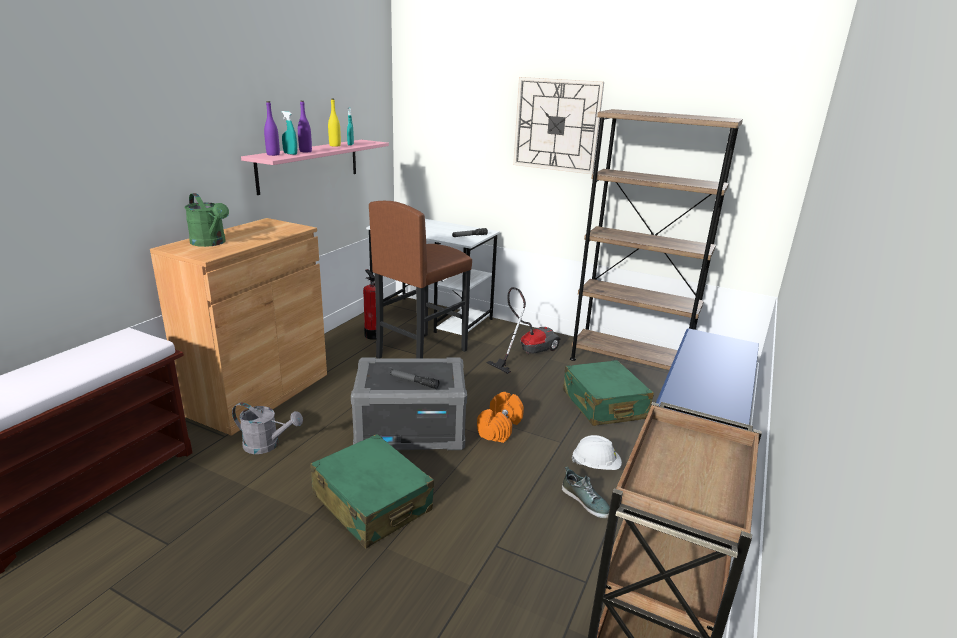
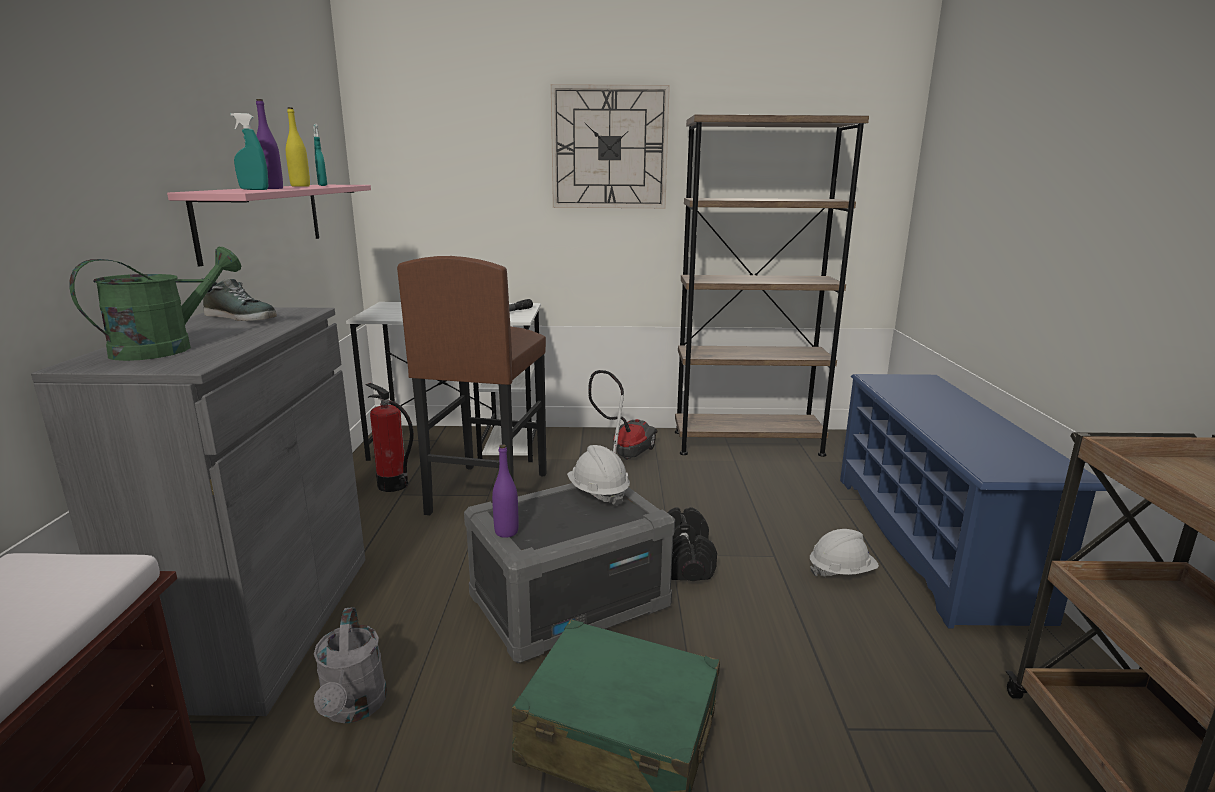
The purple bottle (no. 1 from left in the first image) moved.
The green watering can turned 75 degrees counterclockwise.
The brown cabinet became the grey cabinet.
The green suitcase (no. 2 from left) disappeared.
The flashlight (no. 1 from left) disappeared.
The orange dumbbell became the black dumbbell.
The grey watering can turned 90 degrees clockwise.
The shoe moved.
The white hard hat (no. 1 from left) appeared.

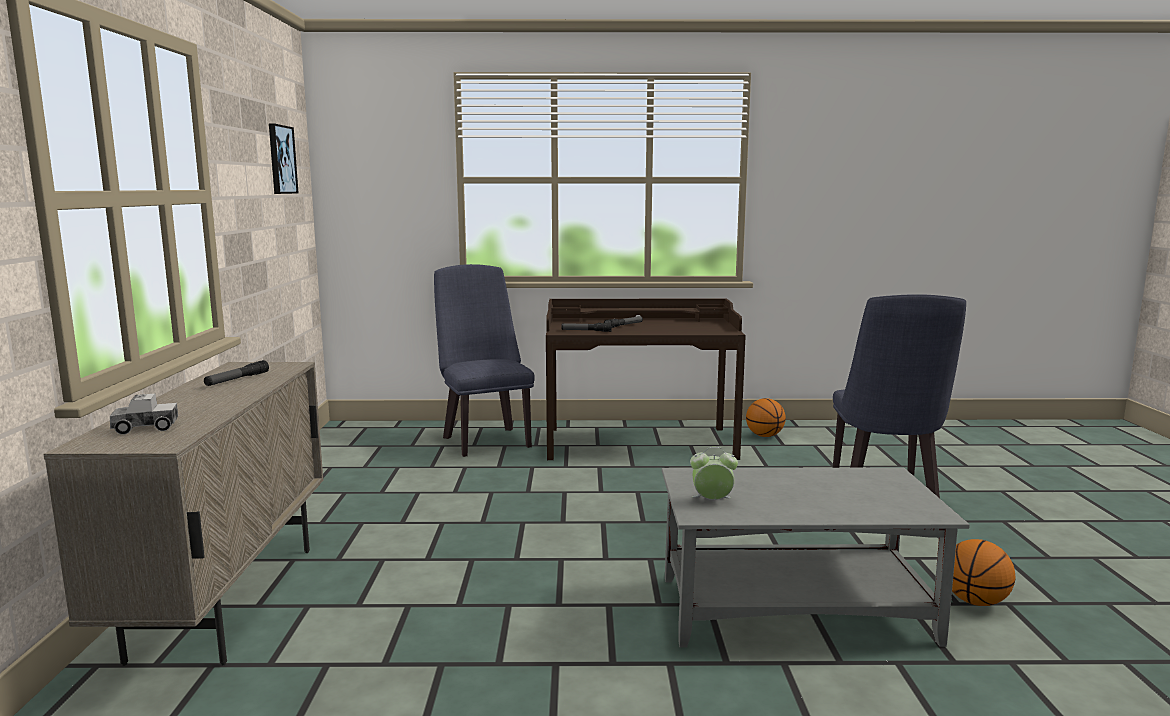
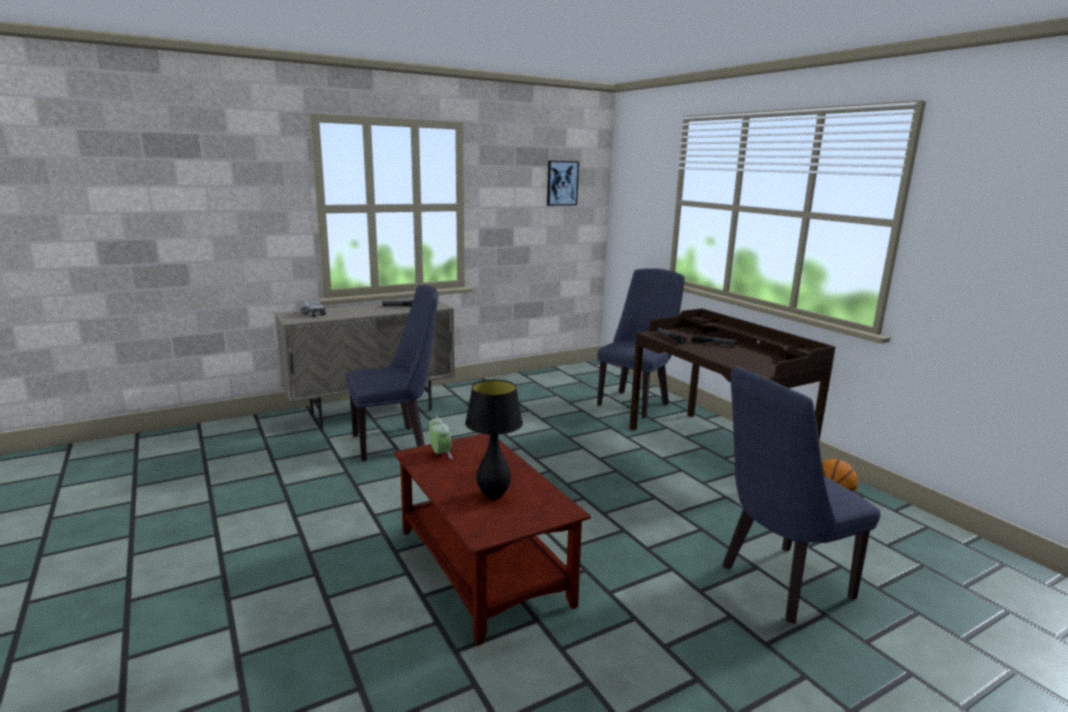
The grey coffee table became the brown coffee table.
The basketball (no. 2 from left) disappeared.
The blue chair (no. 1 from left) appeared.
The black table lamp appeared.

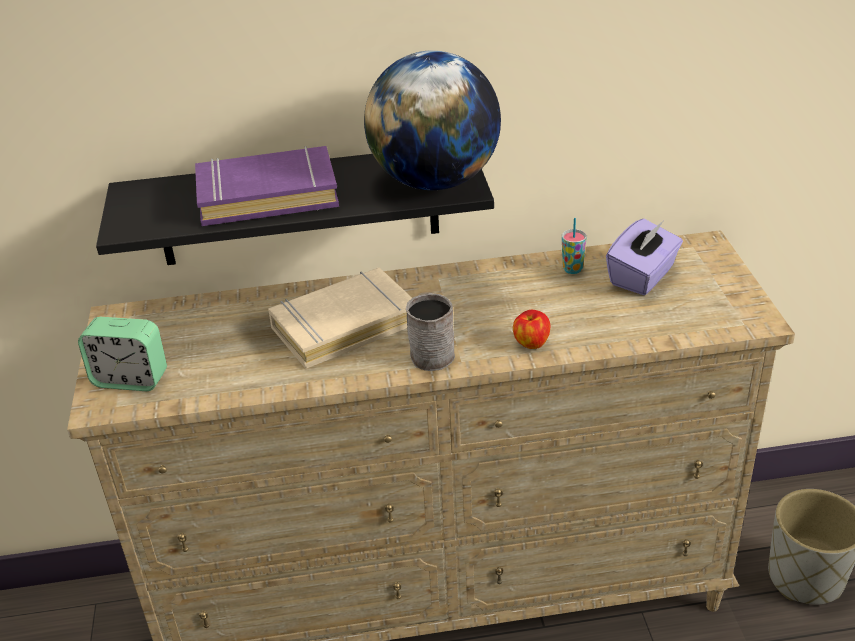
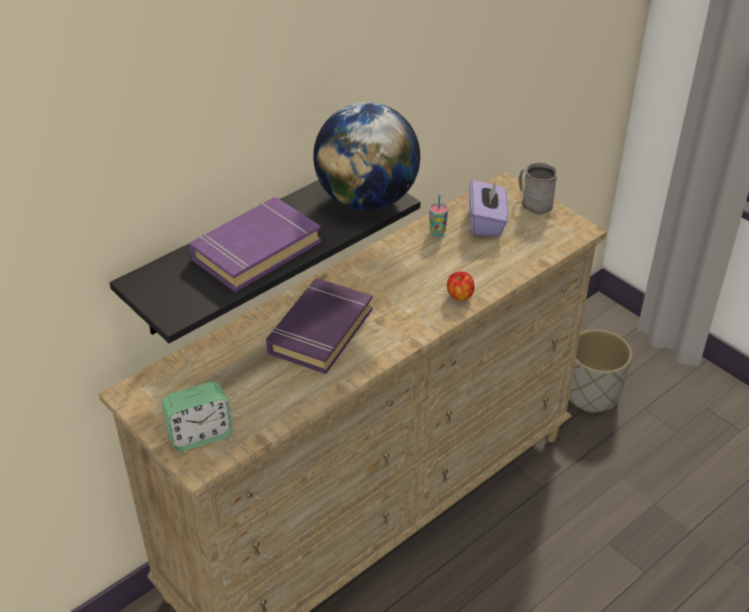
The beige book became the purple book (no. 2 from left).
The grey mug moved.

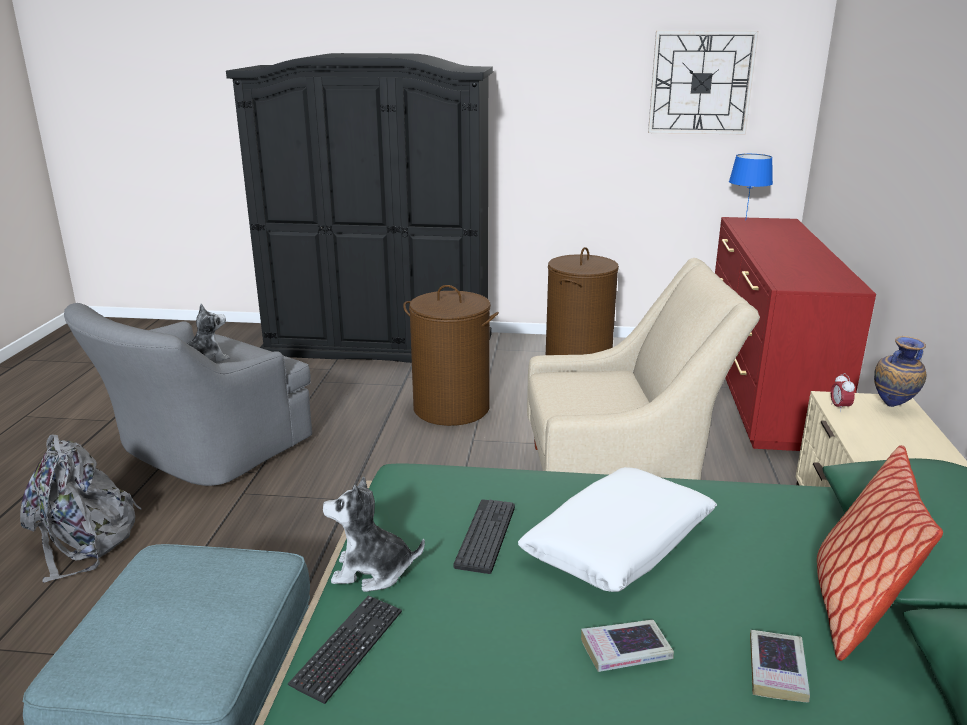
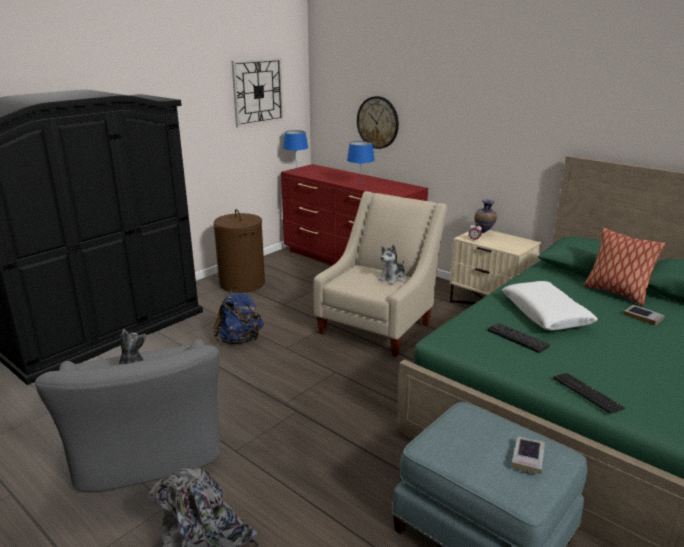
The brown laundry basket (no. 1 from left) was replaced by the blue backpack.
The plush toy (no. 2 from left) moved.
The book (no. 1 from left) moved.
The wall clock (no. 2 from left) appeared.
The blue table lamp (no. 2 from left) appeared.

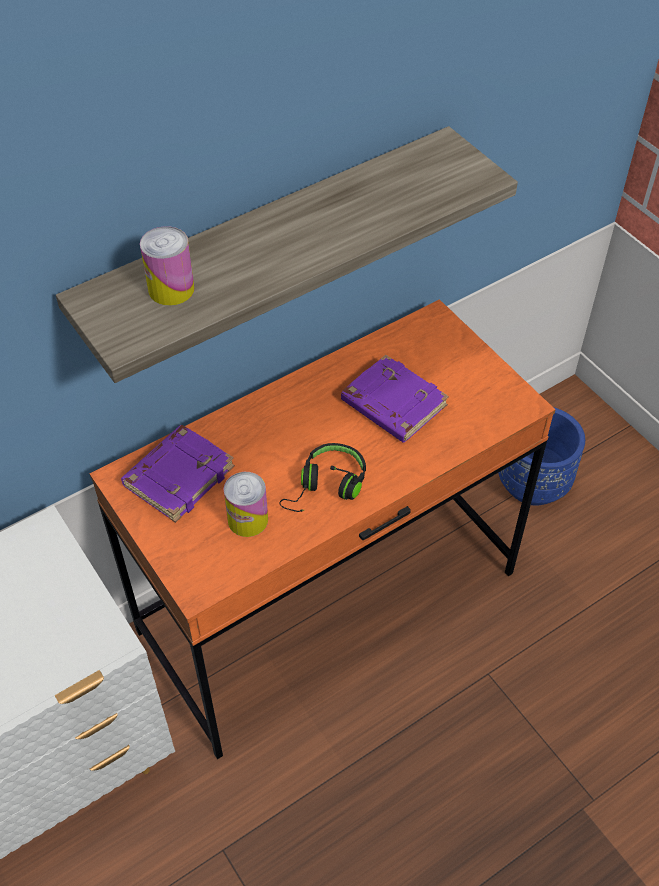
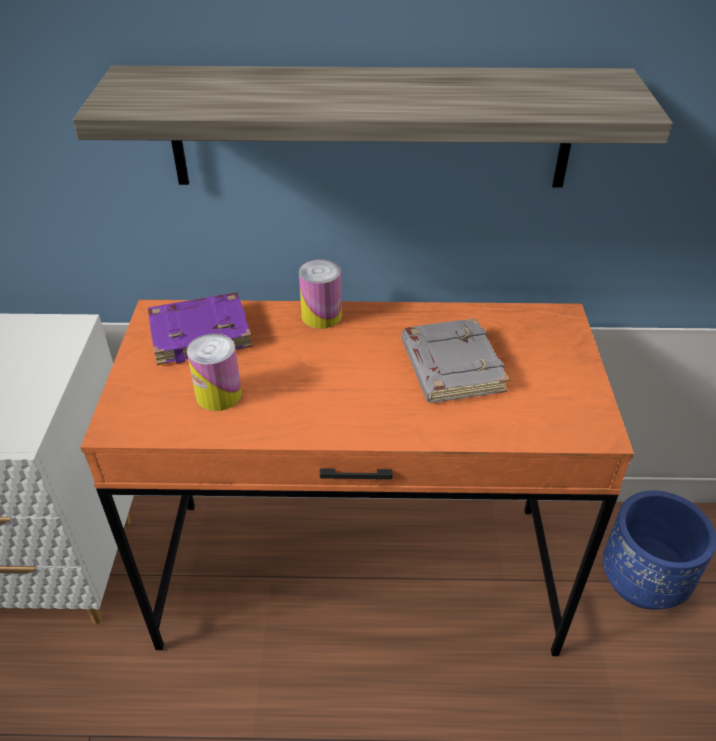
The can (no. 1 from left in the first image) moved.
The purple book (no. 2 from left) became the grey book.
The black headphones disappeared.

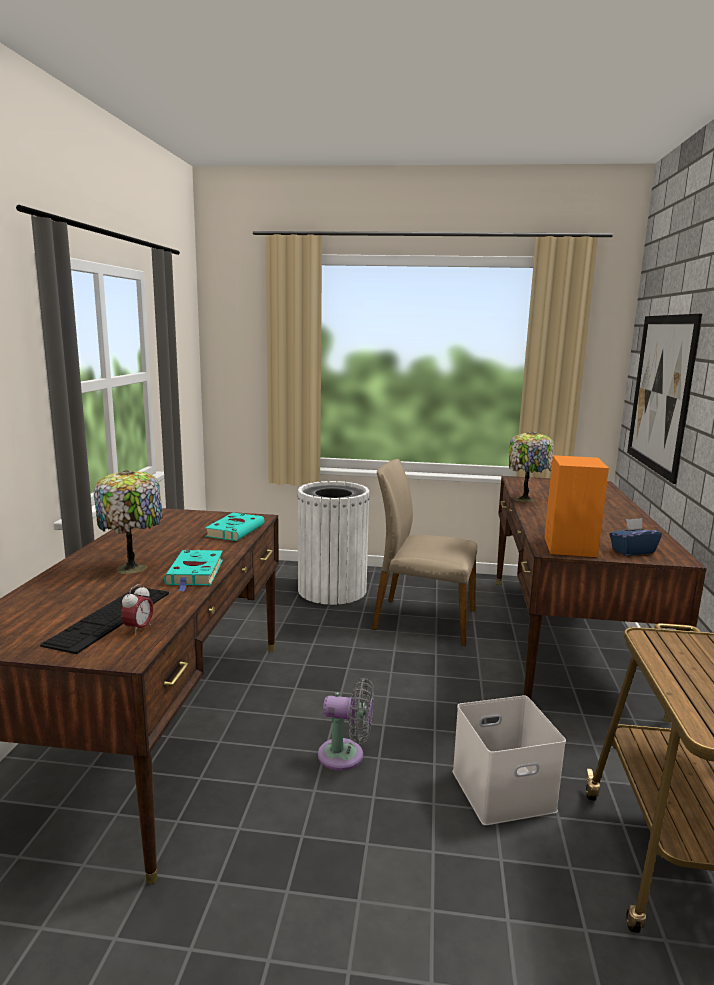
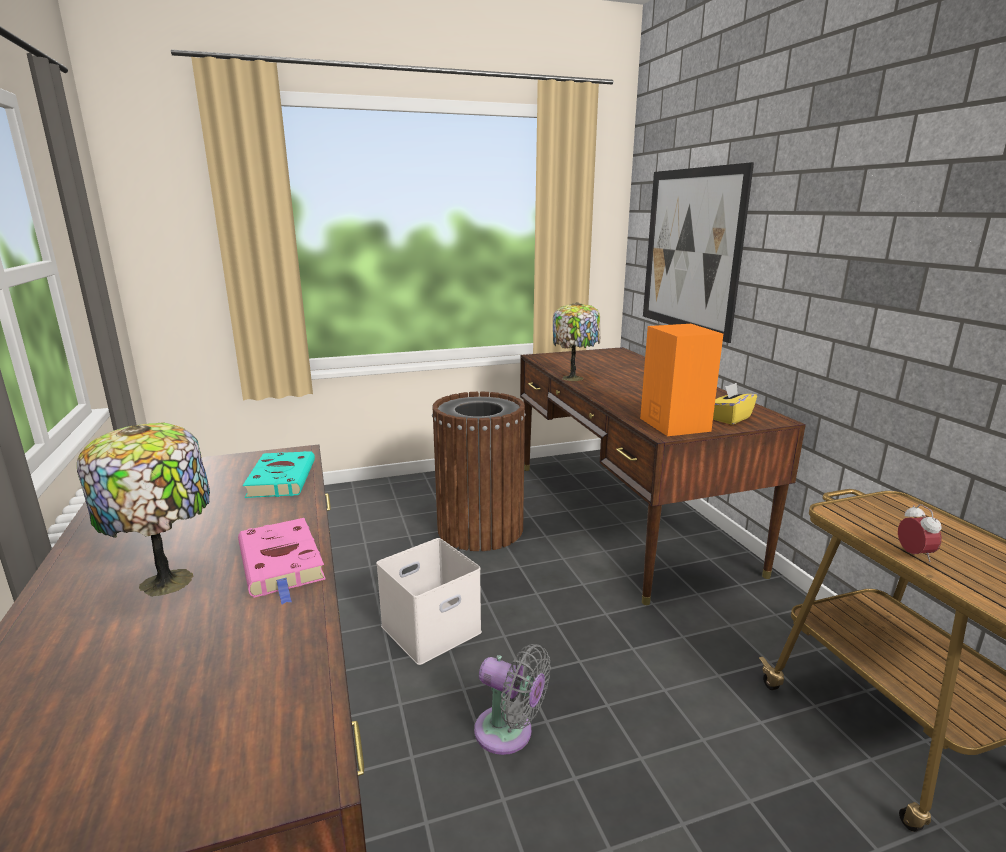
The beige chair was replaced by the brown trash can.
The white trash can disappeared.
The blue tissue box became the yellow tissue box.
The turquoise book (no. 1 from left) became the pink book.
The alarm clock moved.
The keyboard disappeared.
The grey fan turned 45 degrees clockwise.
The white storage box moved.

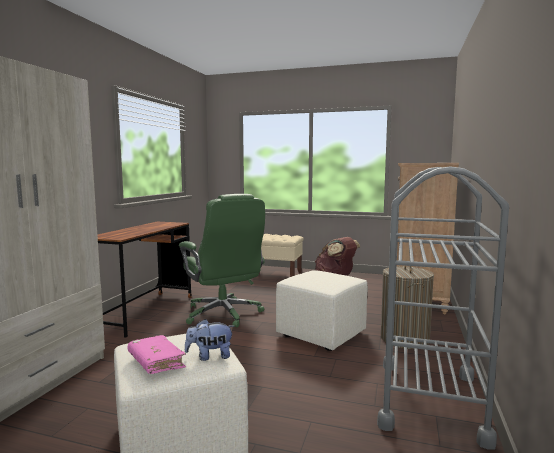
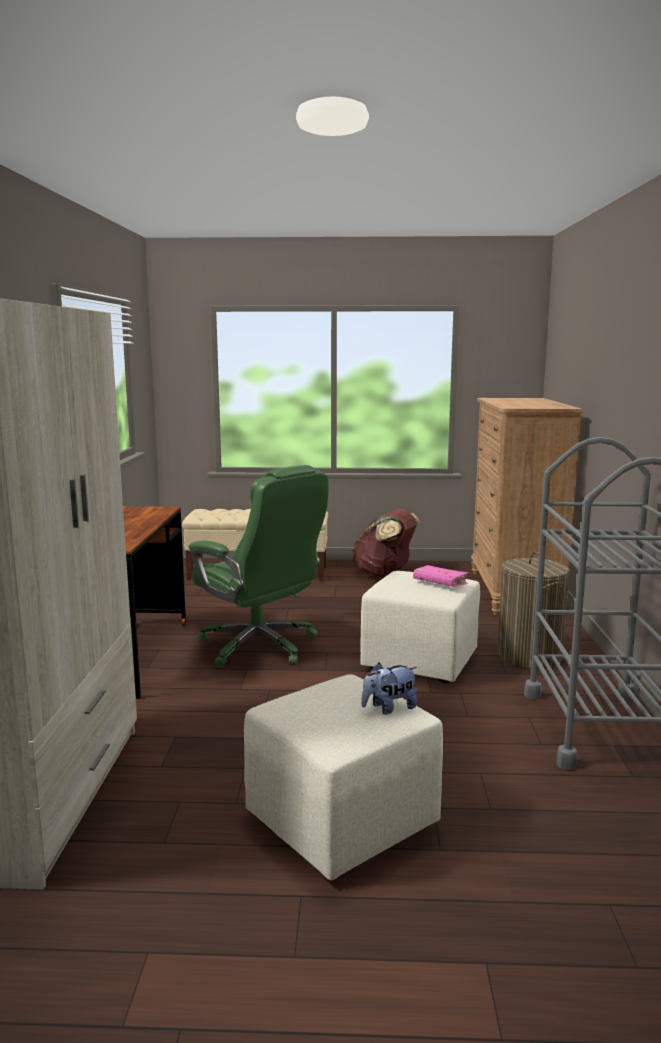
The pink book moved.

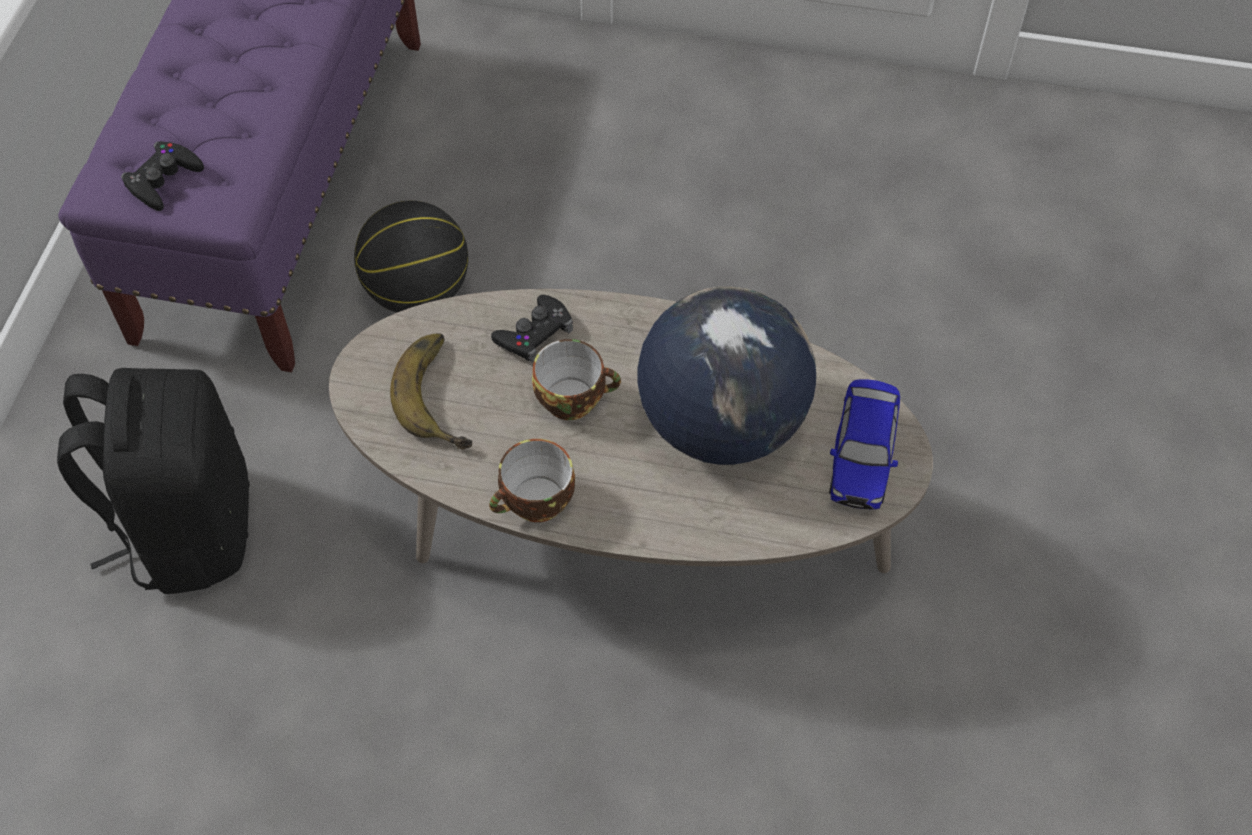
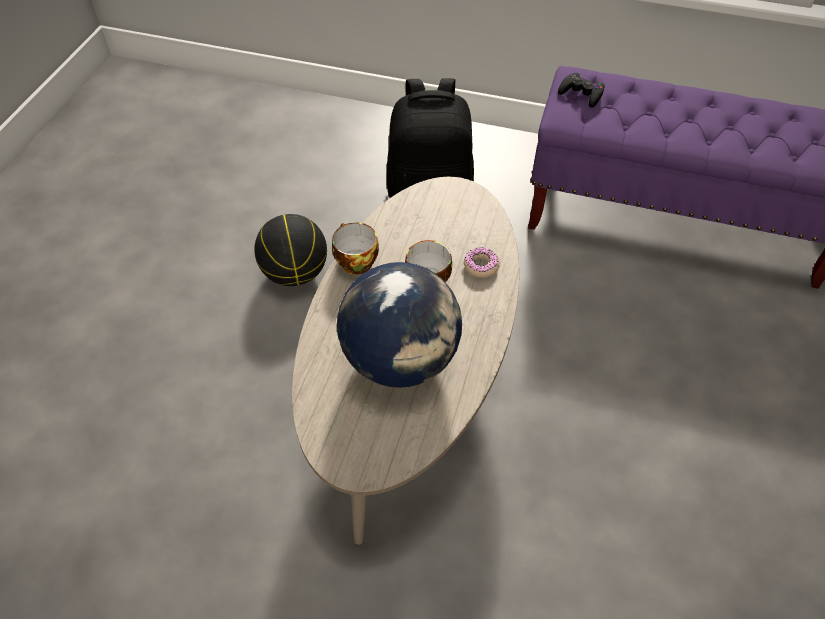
The basketball moved.
The black game controller (no. 2 from left) was replaced by the donut.
The banana disappeared.
The toy car disappeared.

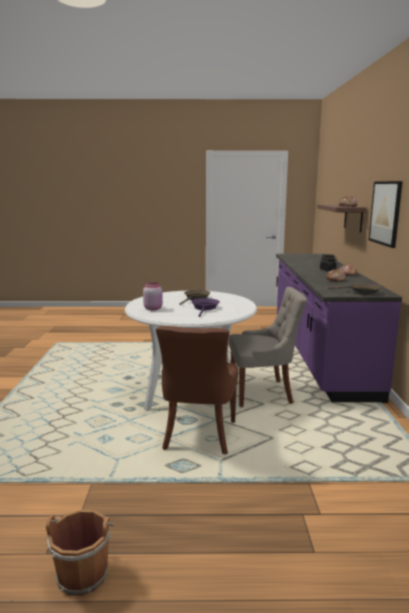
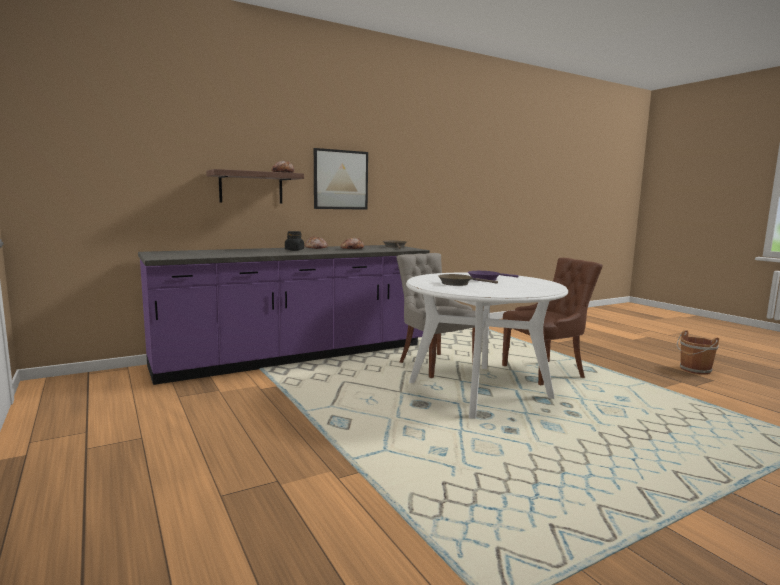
The pink jar disappeared.

